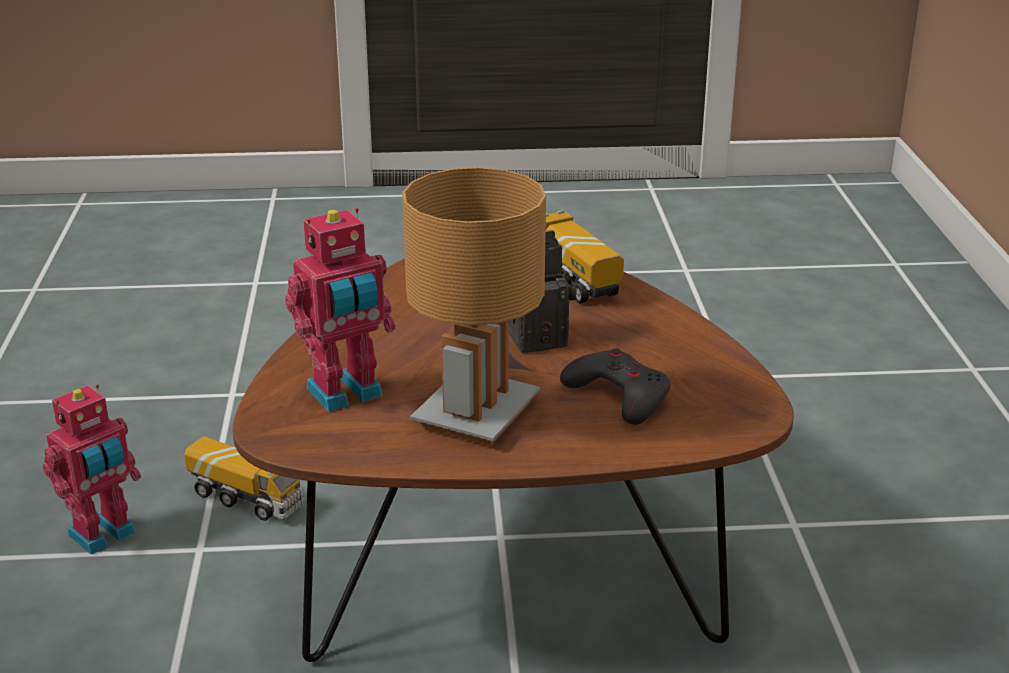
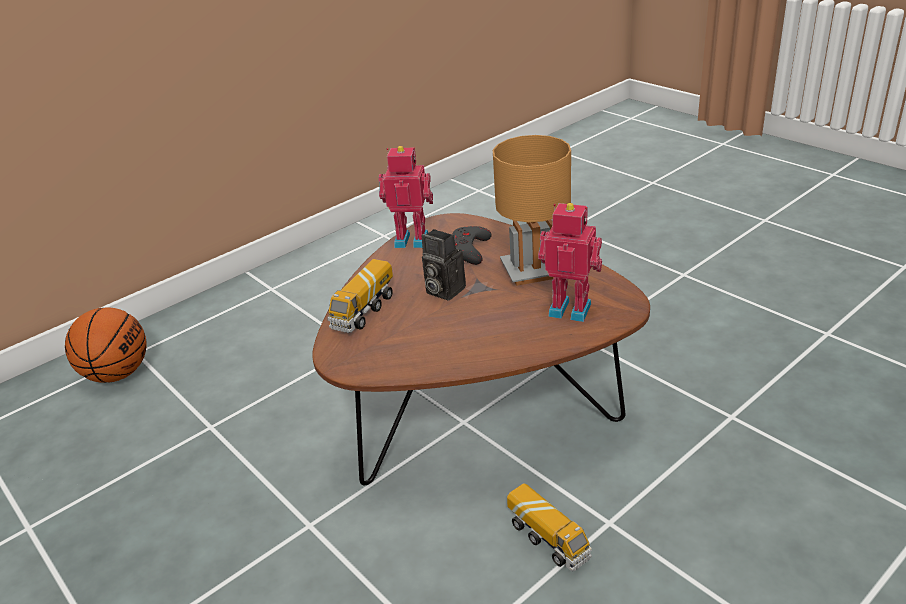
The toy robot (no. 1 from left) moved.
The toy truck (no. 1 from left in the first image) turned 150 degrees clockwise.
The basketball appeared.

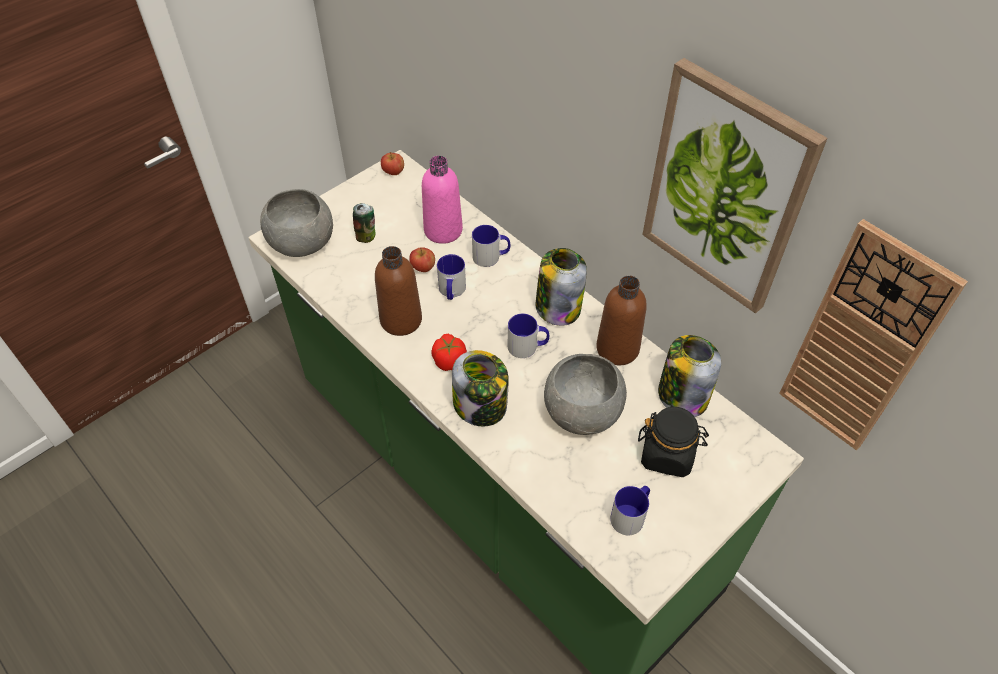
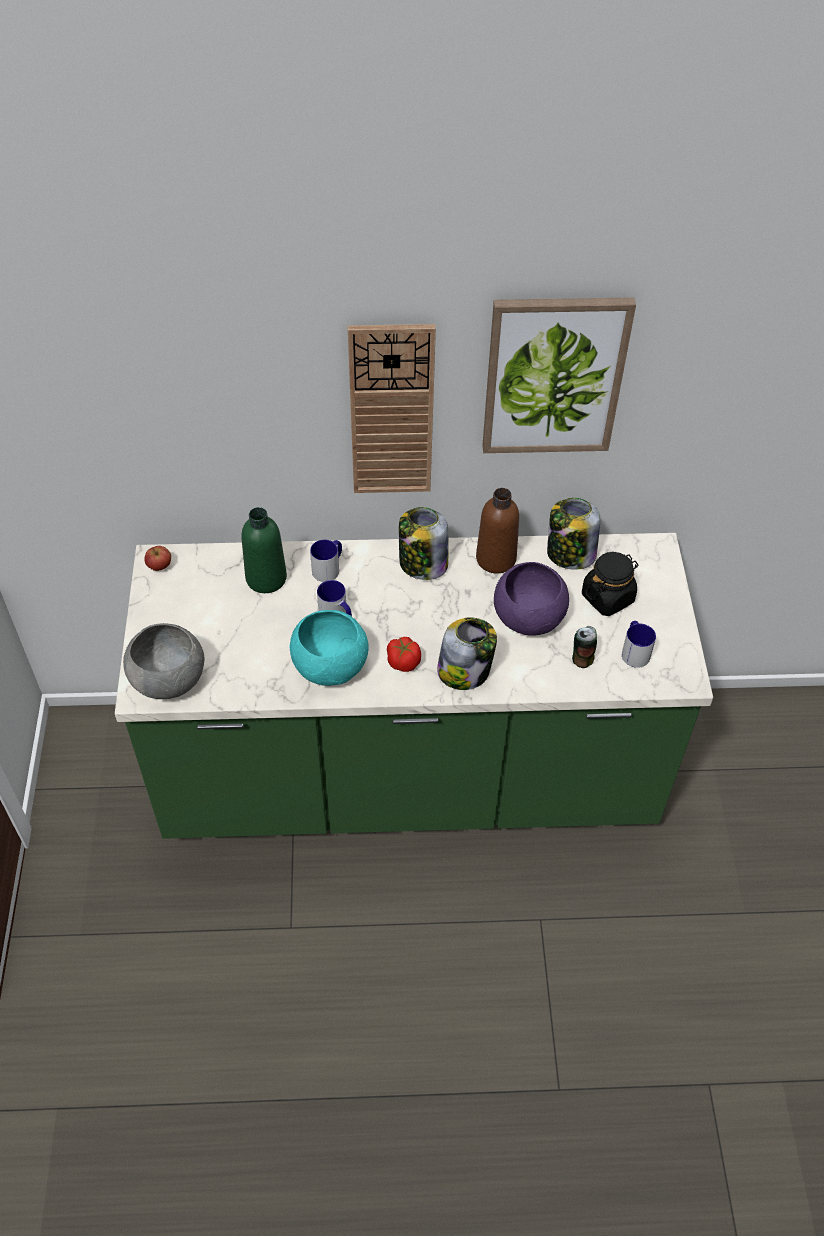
The pink bottle became the green bottle.
The can moved.
The wall clock moved.
The brown bottle (no. 1 from left) was replaced by the turquoise bowl.
The apple (no. 2 from left) disappeared.
The mug (no. 3 from left) disappeared.
The grey bowl (no. 2 from left) became the purple bowl.

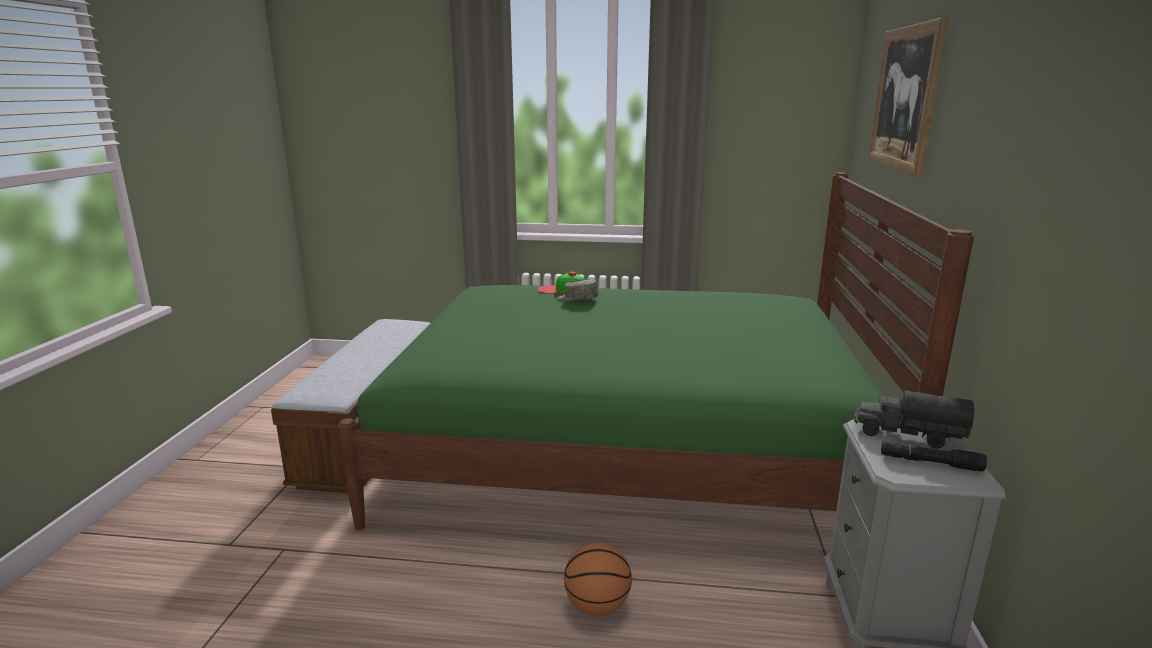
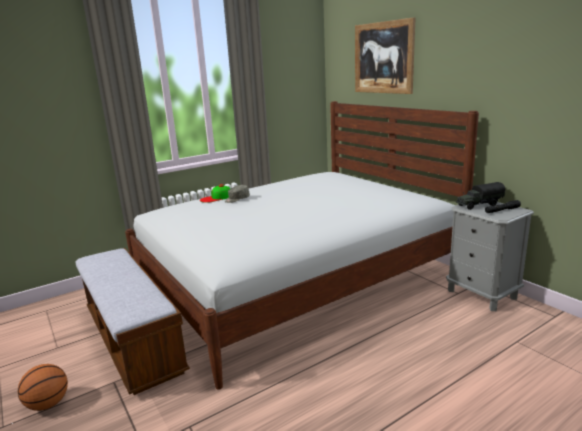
The green bed became the white bed.
The basketball moved.

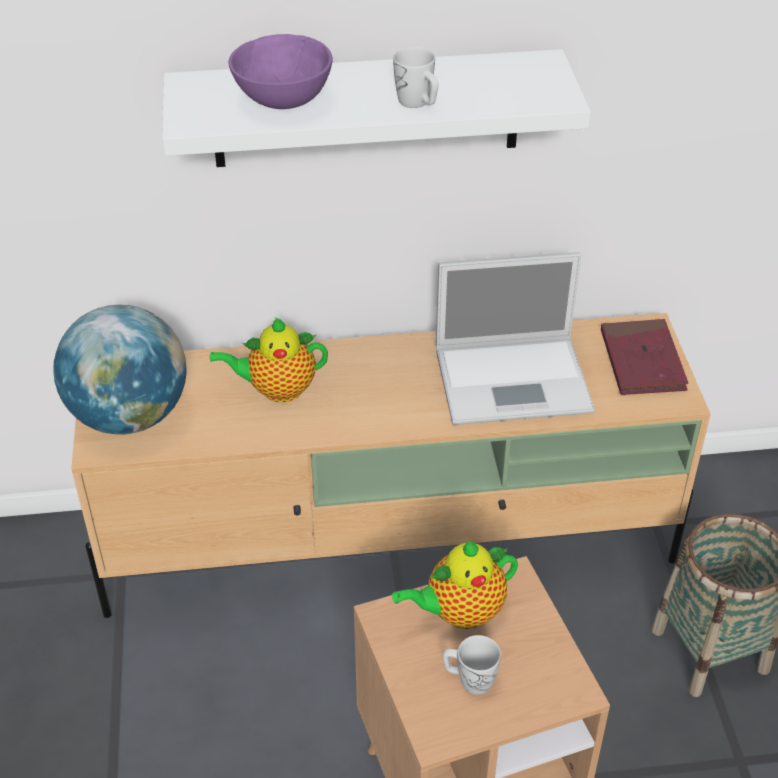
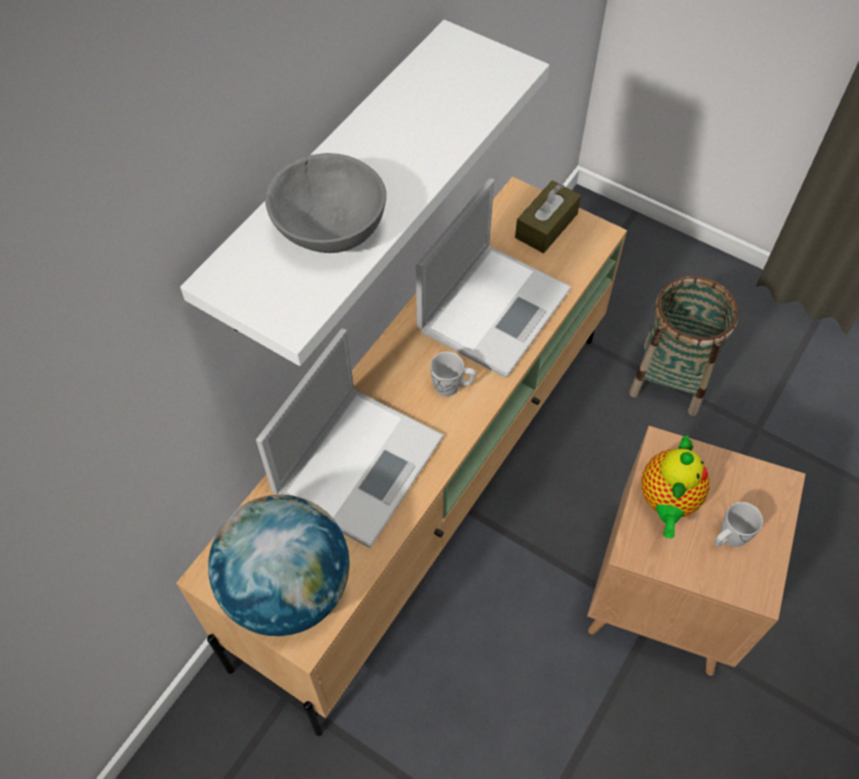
The purple bowl became the grey bowl.
The white mug (no. 1 from left) moved.
The teapot (no. 1 from left) was replaced by the laptop (no. 1 from left).
The red book was replaced by the brown tissue box.

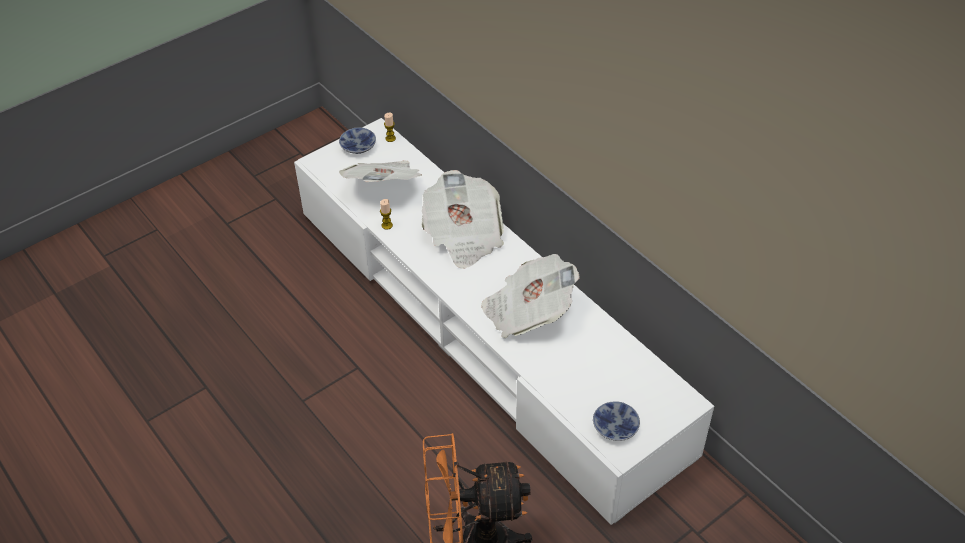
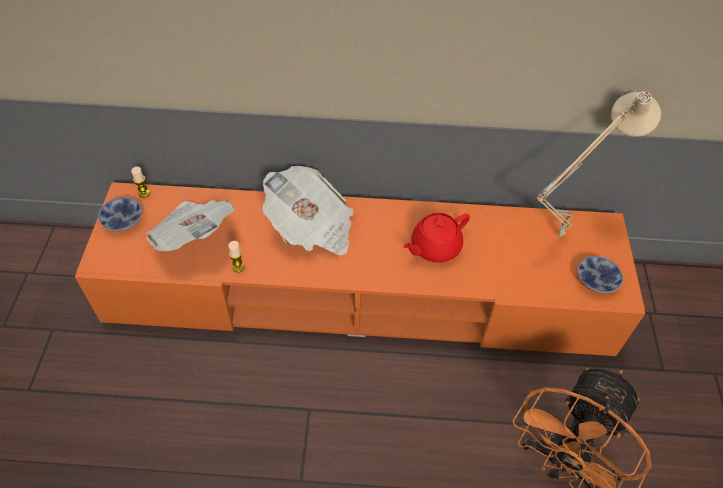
The white tv stand became the orange tv stand.
The newspaper (no. 3 from left) was replaced by the red teapot.
The beige table lamp appeared.

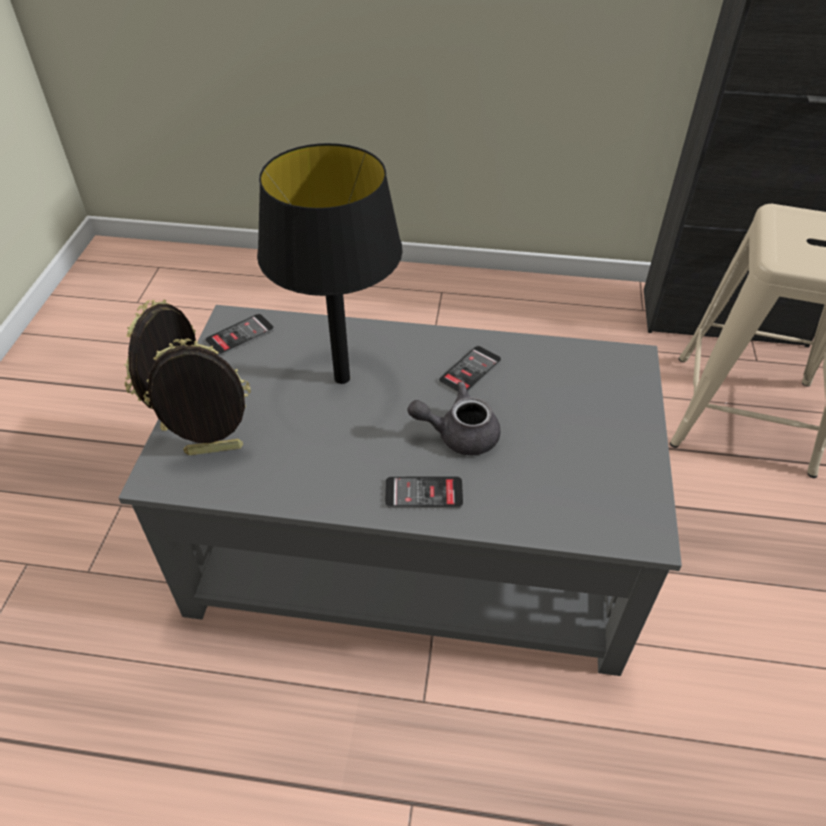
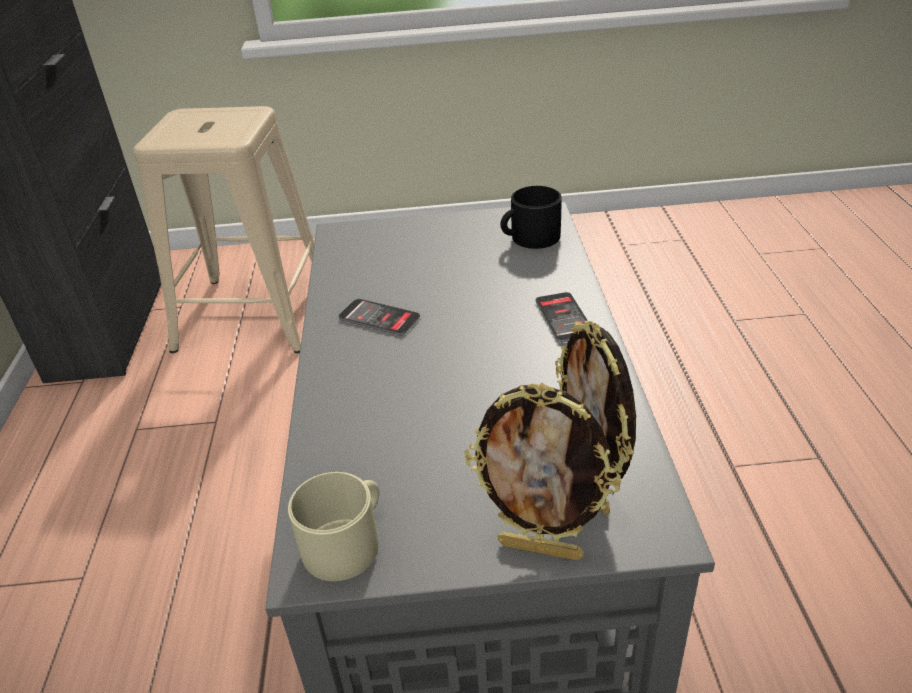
The black table lamp disappeared.
The phone (no. 1 from left) was replaced by the beige mug.
The grey teapot disappeared.
The black mug appeared.

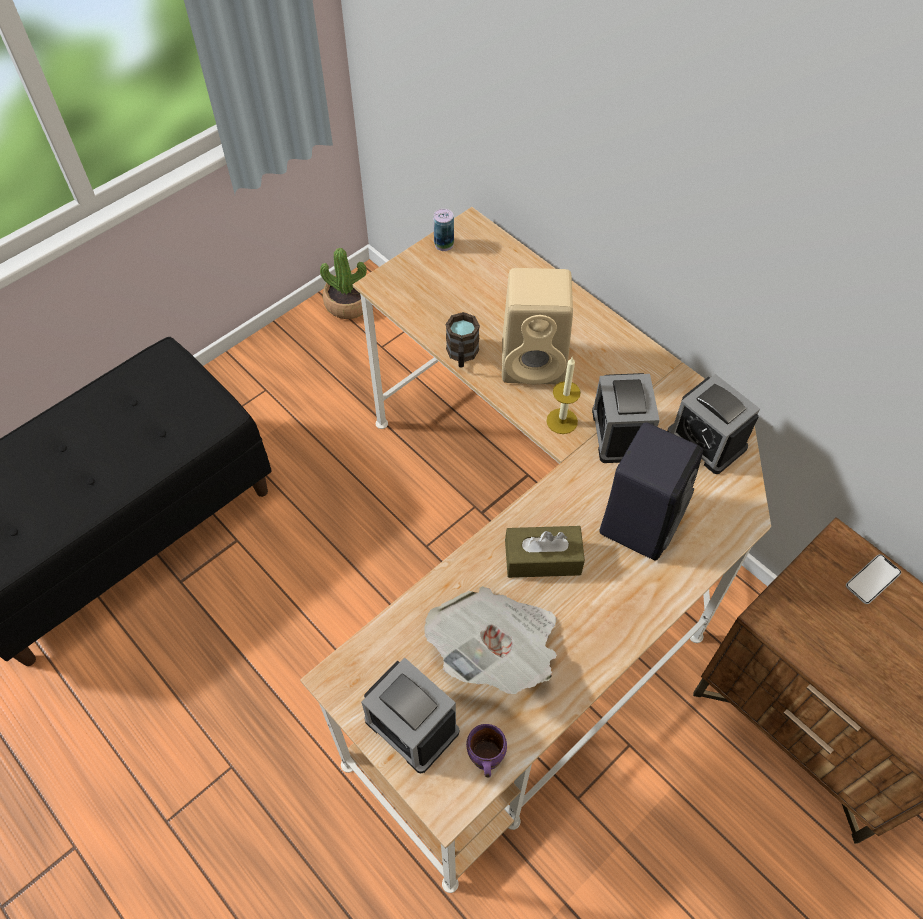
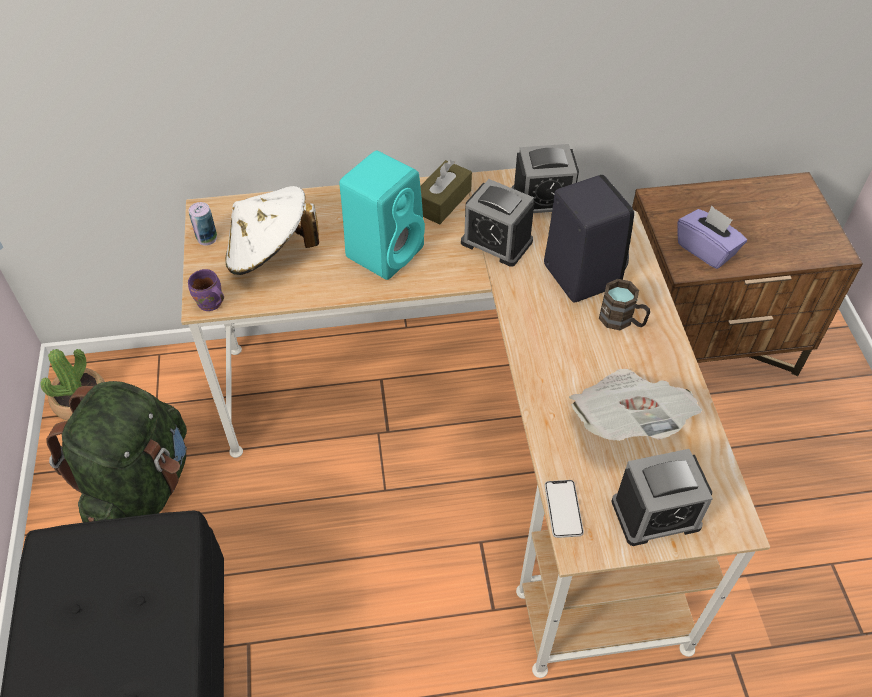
The beige speaker became the turquoise speaker.
The brown mug moved.
The candle disappeared.
The brown tissue box moved.
The phone moved.
The purple mug moved.
The white hat appeared.
The purple tissue box appeared.
The green backpack appeared.

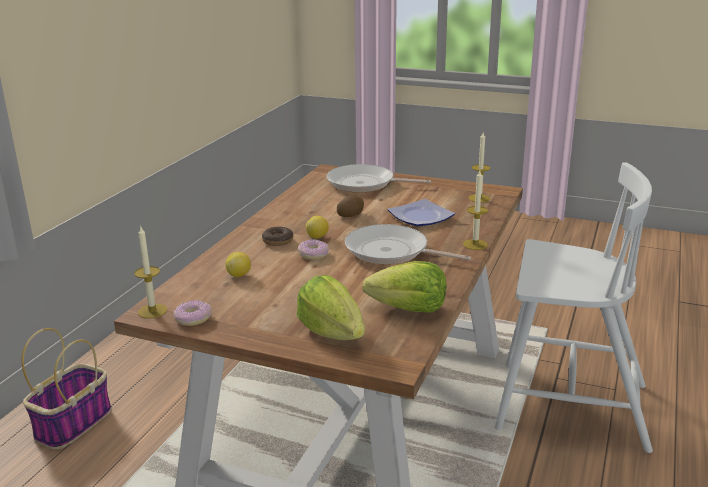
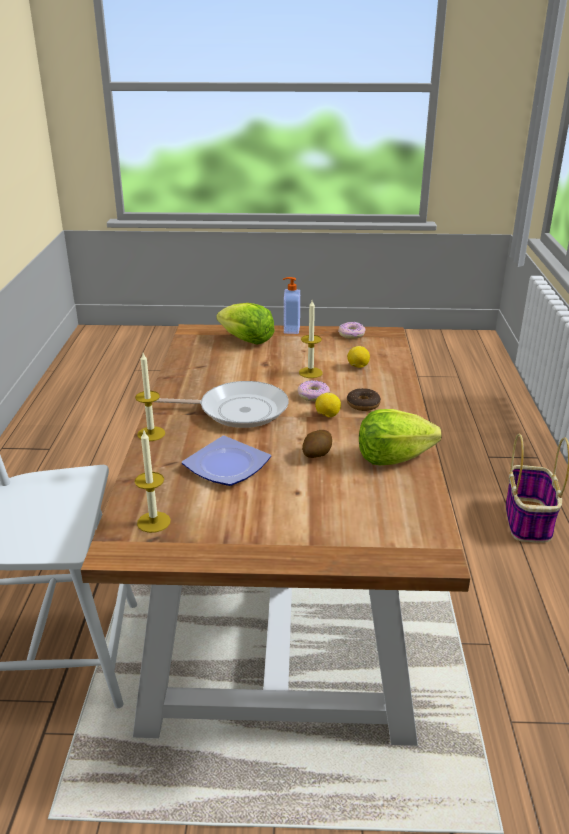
The frying pan (no. 1 from left) disappeared.
The candle (no. 1 from left in the first image) moved.
The lettuce (no. 2 from left) moved.
The soap dispenser appeared.

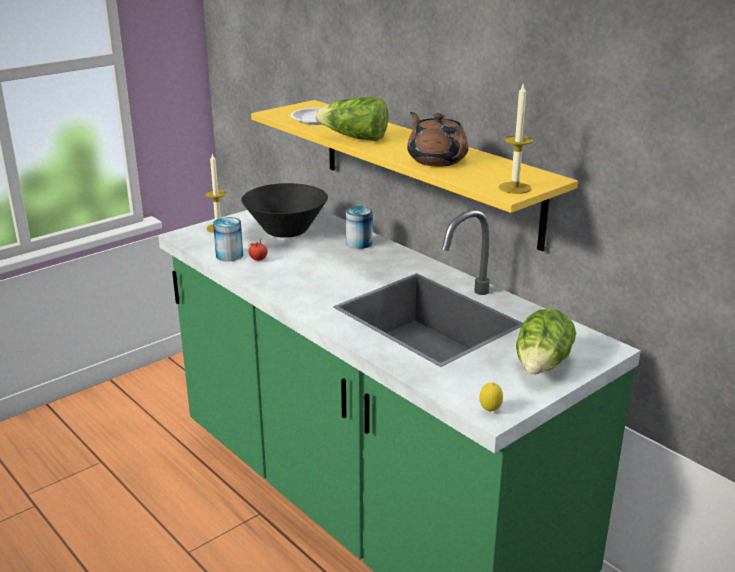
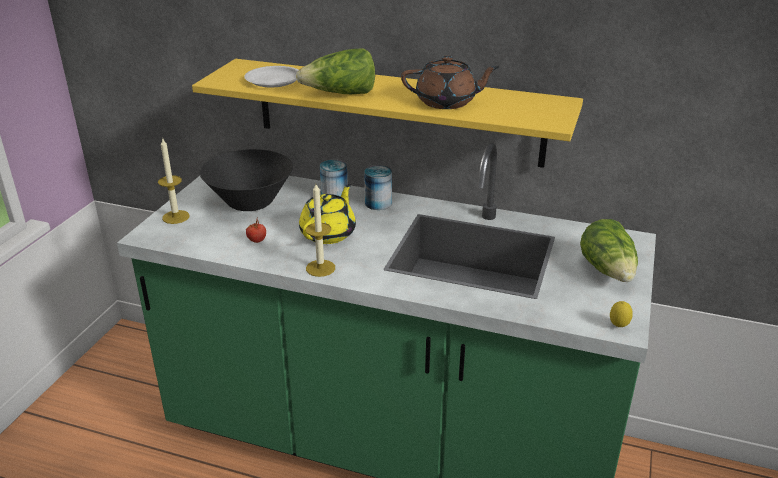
The candle (no. 2 from left) moved.
The brown teapot turned 150 degrees clockwise.
The can (no. 1 from left in the first image) moved.
The yellow teapot appeared.

